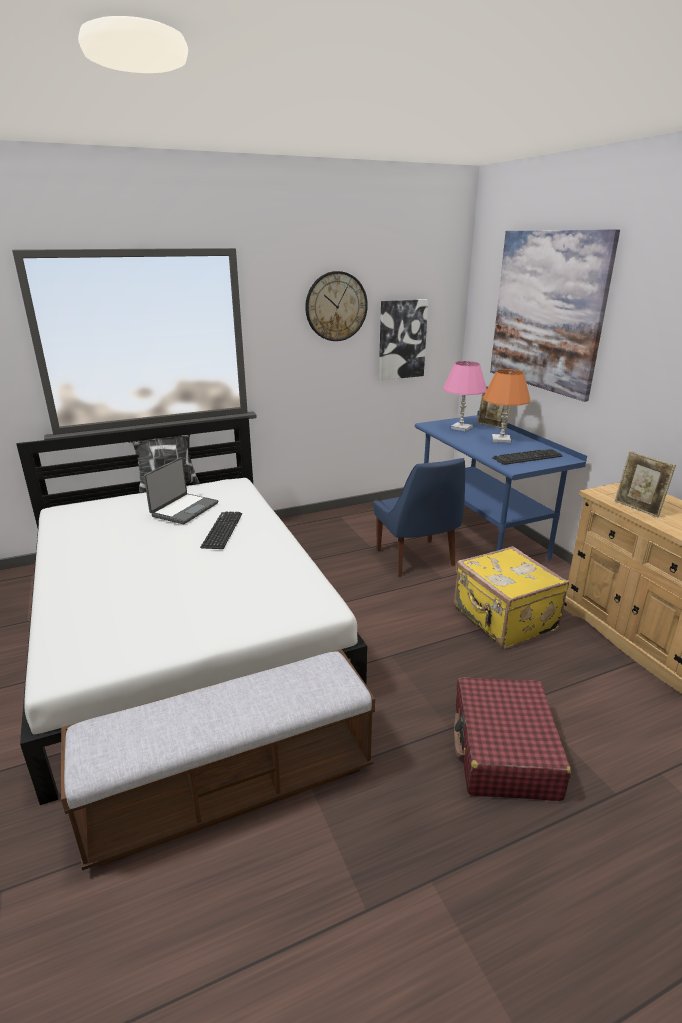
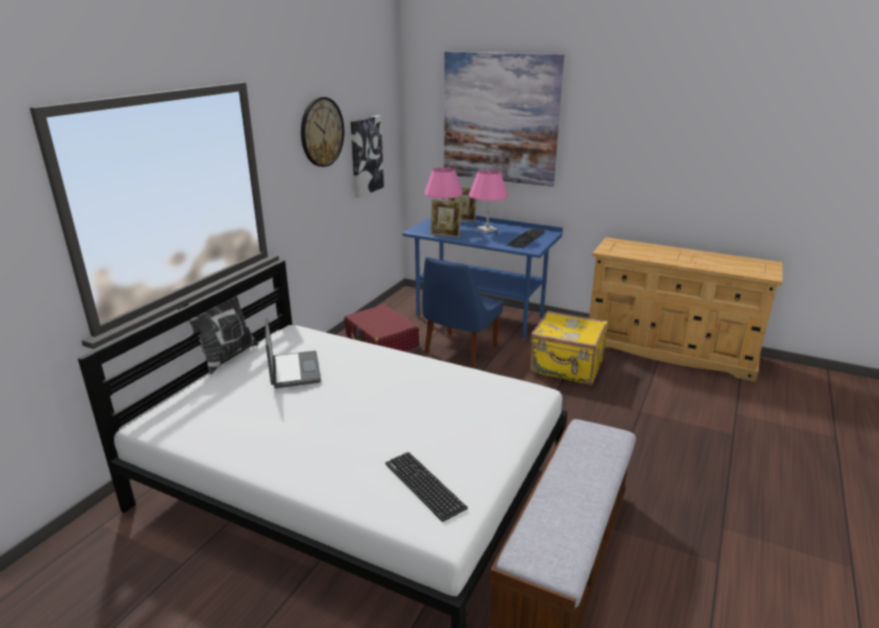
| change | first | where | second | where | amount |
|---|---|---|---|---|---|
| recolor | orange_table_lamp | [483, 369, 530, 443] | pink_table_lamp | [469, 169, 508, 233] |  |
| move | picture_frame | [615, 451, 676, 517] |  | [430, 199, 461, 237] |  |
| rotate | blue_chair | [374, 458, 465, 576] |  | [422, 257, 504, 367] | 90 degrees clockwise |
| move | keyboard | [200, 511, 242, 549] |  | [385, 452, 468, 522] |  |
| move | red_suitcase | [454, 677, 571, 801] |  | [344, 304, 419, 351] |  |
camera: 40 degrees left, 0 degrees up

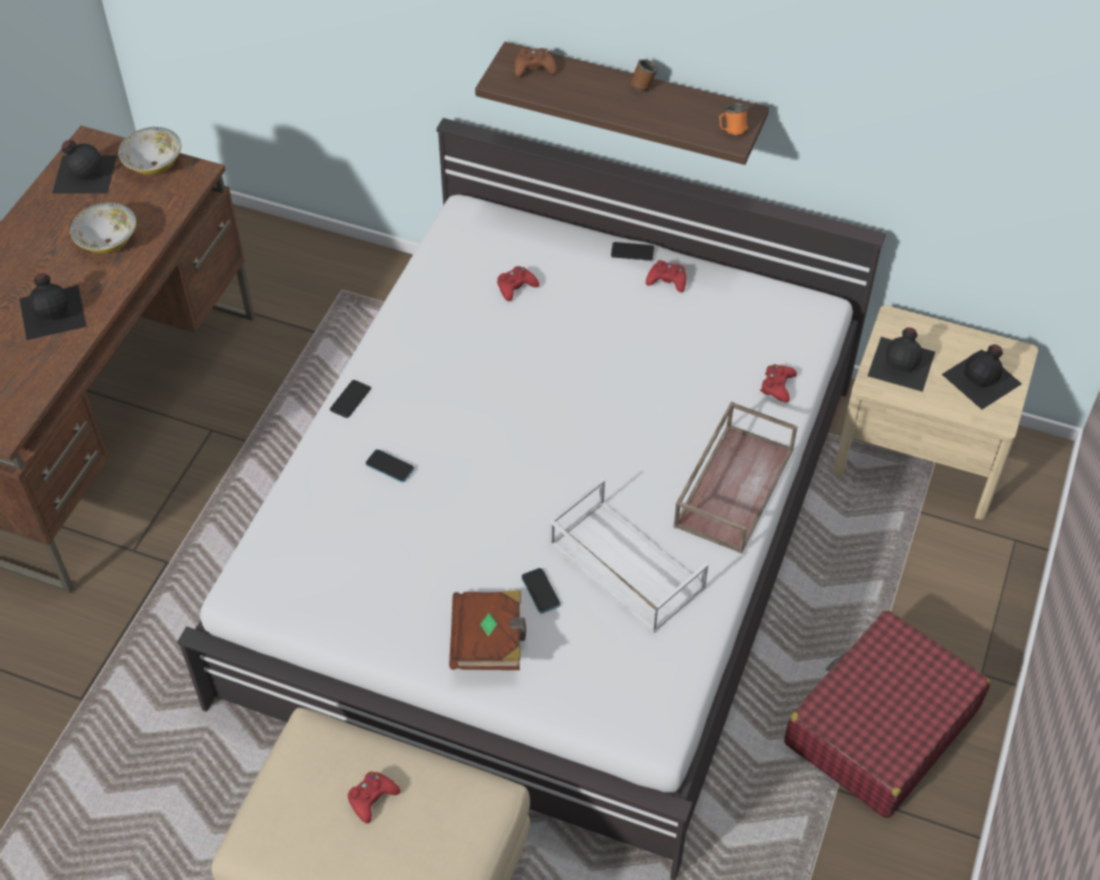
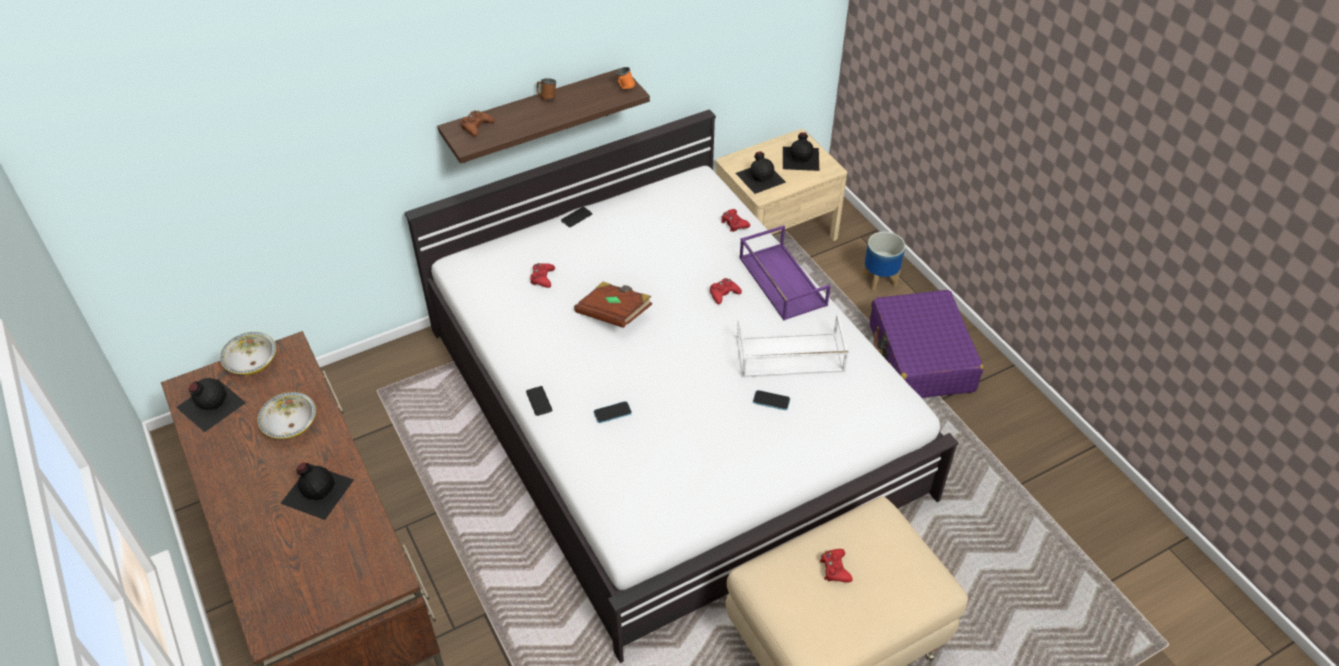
| change | first | where | second | where | amount |
|---|---|---|---|---|---|
| move | red_game_controller | [646, 260, 686, 292] |  | [710, 278, 742, 304] |  |
| recolor | brown_tray | [673, 401, 798, 554] | purple_tray | [739, 225, 831, 320] |  |
| move | brown_book | [449, 590, 526, 670] |  | [574, 282, 652, 328] |  |
| recolor | red_suitcase | [784, 610, 991, 818] | purple_suitcase | [870, 290, 984, 398] |  |
| insert |  |  | planter | [863, 232, 905, 291] |  |
camera: 50 degrees left, 5 degrees down

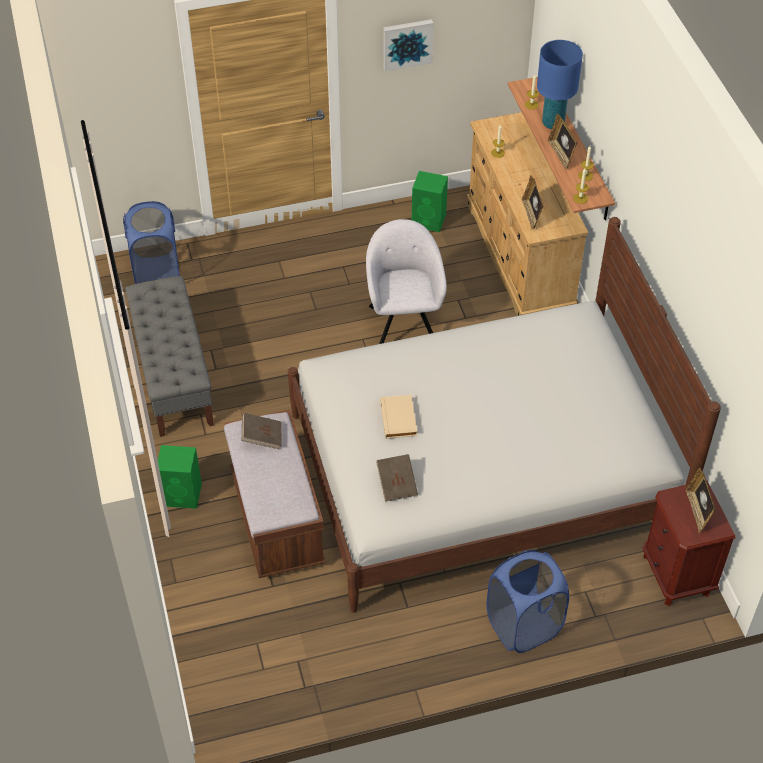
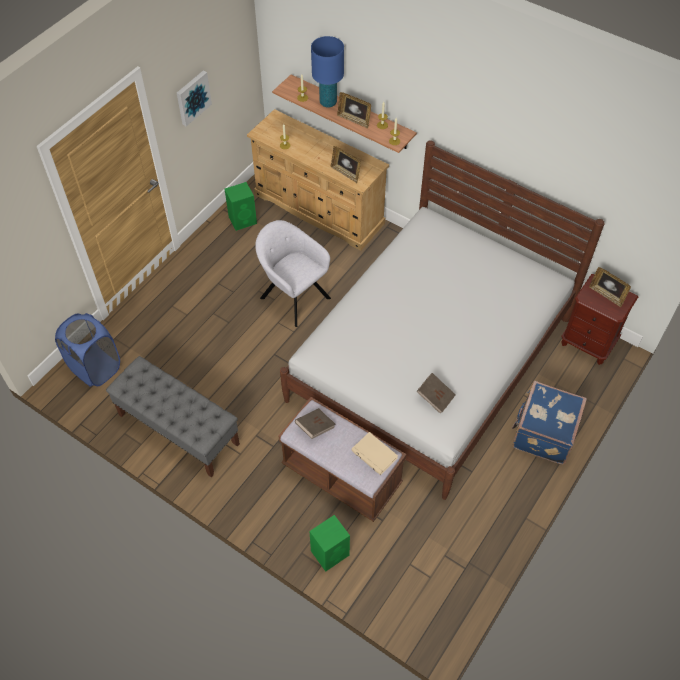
| change | first | where | second | where | amount |
|---|---|---|---|---|---|
| move | beige_book | [380, 395, 417, 439] |  | [351, 432, 398, 475] |  |
| move | green_speaker | [158, 445, 202, 509] |  | [310, 515, 350, 572] |  |
| replace | blue_laundry_basket | [486, 550, 569, 653] | blue_suitcase | [512, 381, 587, 465] |  |
camera: 40 degrees left, 5 degrees up

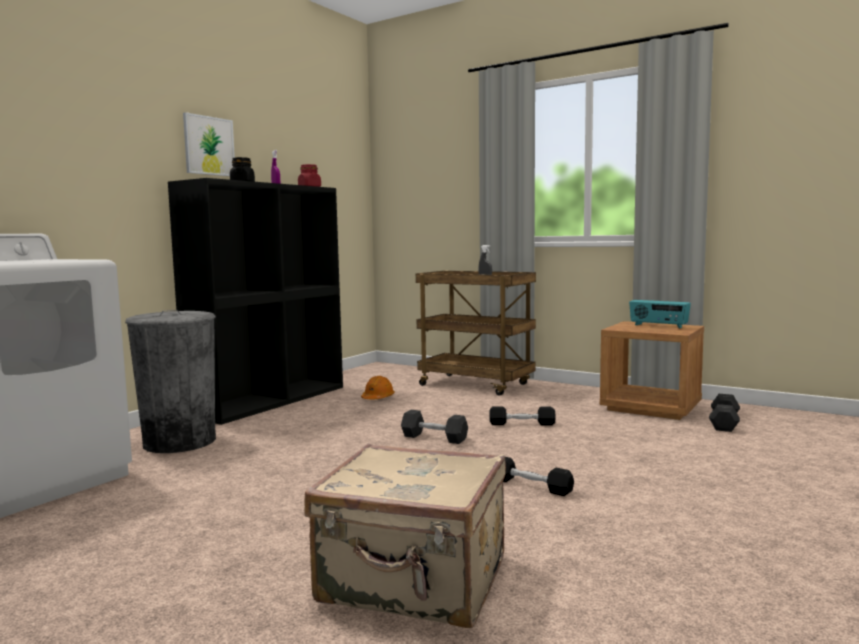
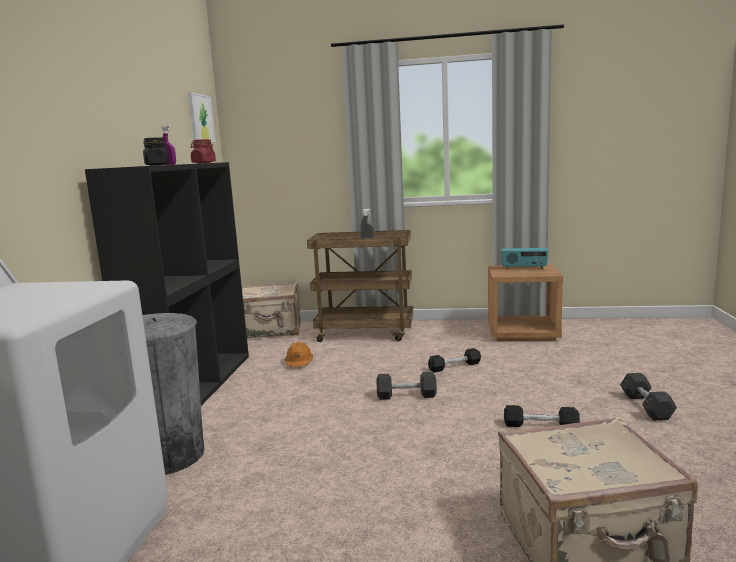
| change | first | where | second | where | amount |
|---|---|---|---|---|---|
| move | picture | [183, 112, 235, 176] |  | [188, 92, 216, 143] |  |
| move | grey_dumbbell | [709, 394, 740, 432] |  | [620, 373, 677, 420] |  |
| insert |  |  | beige_suitcase | [242, 282, 301, 338] |  |
camera: 25 degrees left, 5 degrees up

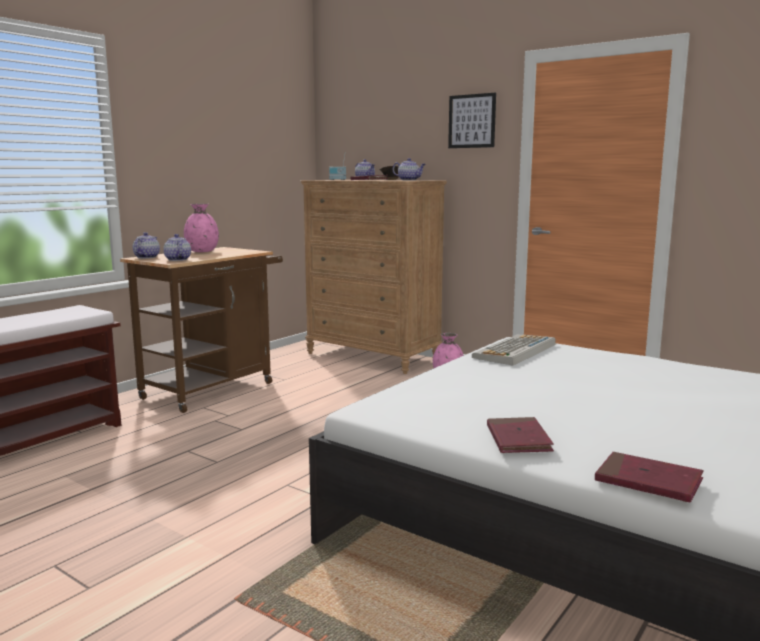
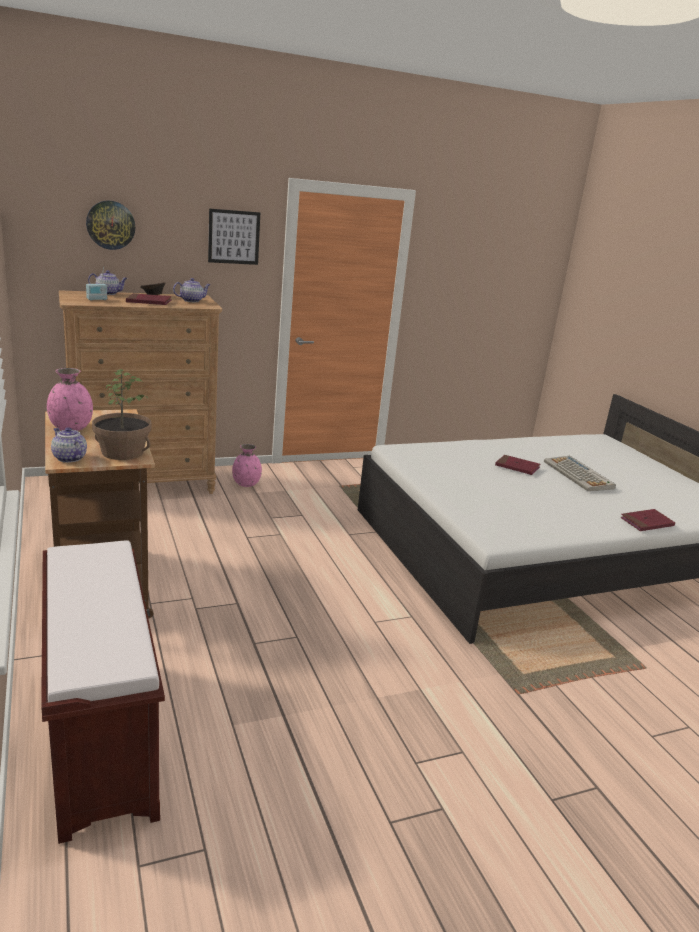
| change | first | where | second | where | amount |
|---|---|---|---|---|---|
| replace | teapot | [163, 234, 191, 261] | potted_plant | [92, 369, 152, 460] |  |
| move | keyboard | [472, 334, 556, 366] |  | [544, 456, 616, 491] |  |
| move | red_book | [487, 417, 554, 453] |  | [495, 455, 540, 475] |  |
| insert |  |  | wall_clock | [86, 200, 135, 250] |  |
camera: 60 degrees left, 10 degrees up

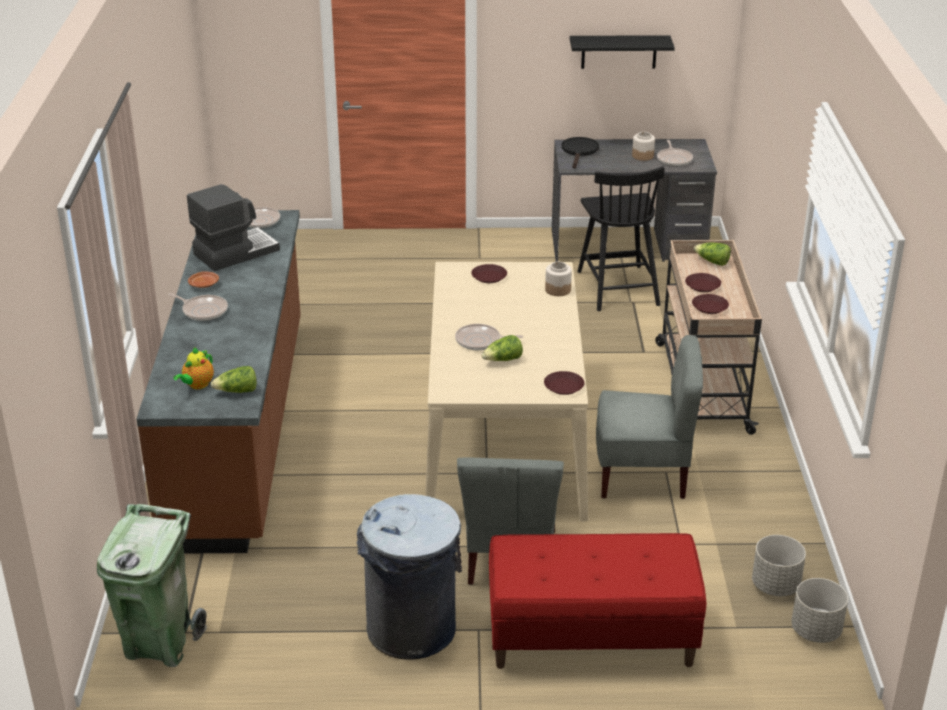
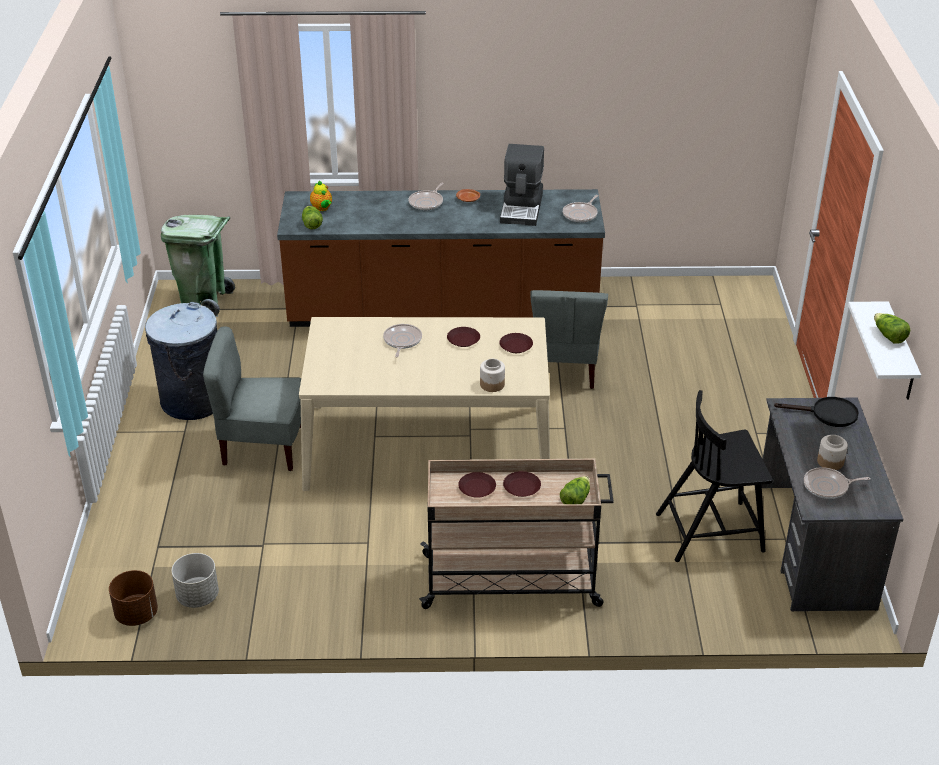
| change | first | where | second | where | amount |
|---|---|---|---|---|---|
| recolor | black_shelf | [570, 35, 675, 69] | white_shelf | [848, 301, 921, 400] |  |
| rotate | coffee_machine | [187, 184, 280, 271] |  | [500, 144, 544, 226] | 45 degrees clockwise |
| move | lettuce | [481, 335, 523, 361] |  | [874, 313, 910, 344] |  |
| move | grey_chair | [596, 335, 703, 499] |  | [531, 290, 608, 389] |  |
| rotate | teapot | [173, 347, 214, 389] |  | [310, 181, 332, 211] | 150 degrees counterclockwise |
| move | brown_plate | [544, 371, 585, 395] |  | [447, 327, 480, 347] |  |
| delete | red_bench | [489, 533, 706, 669] |  |  |  |
| recolor | grey_planter | [791, 578, 848, 643] | brown_planter | [109, 570, 158, 626] |  |
camera: 90 degrees right, 5 degrees up

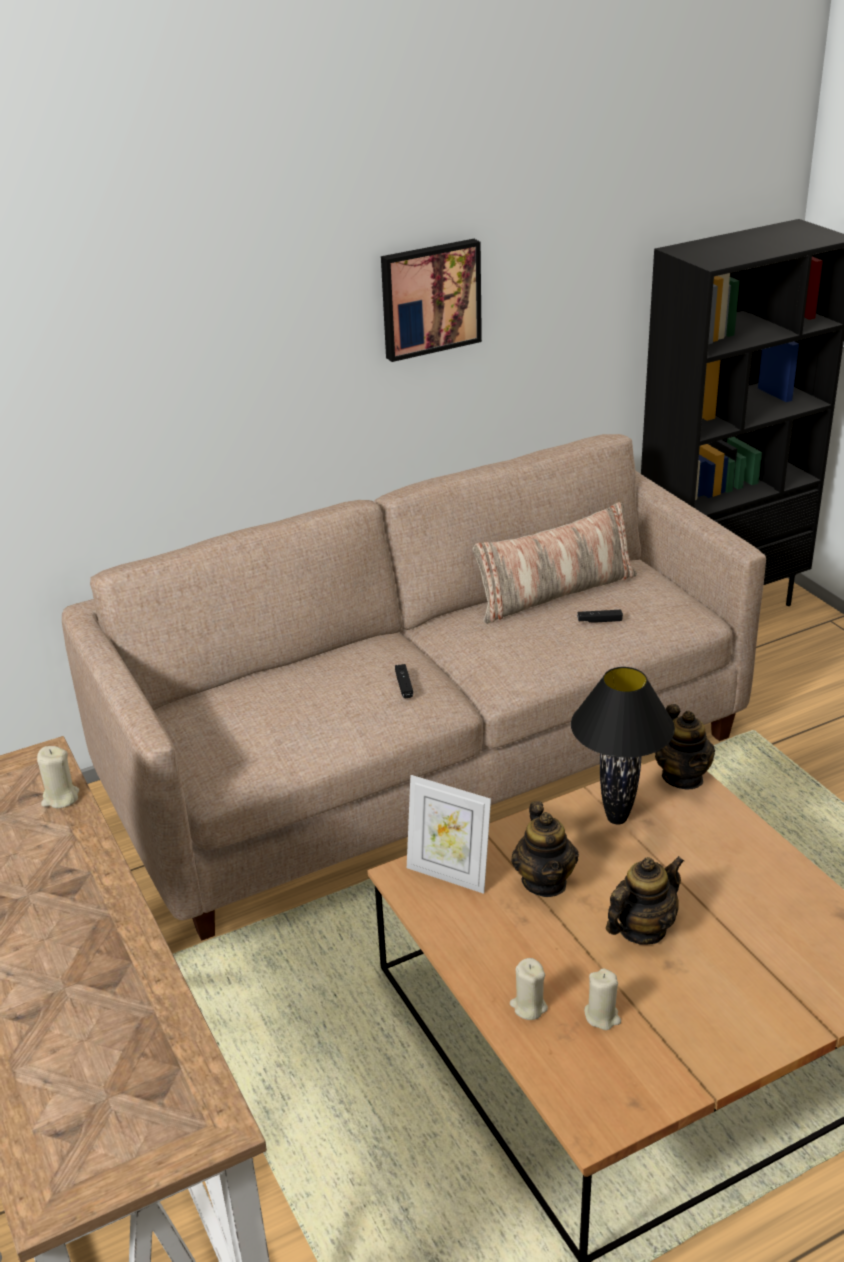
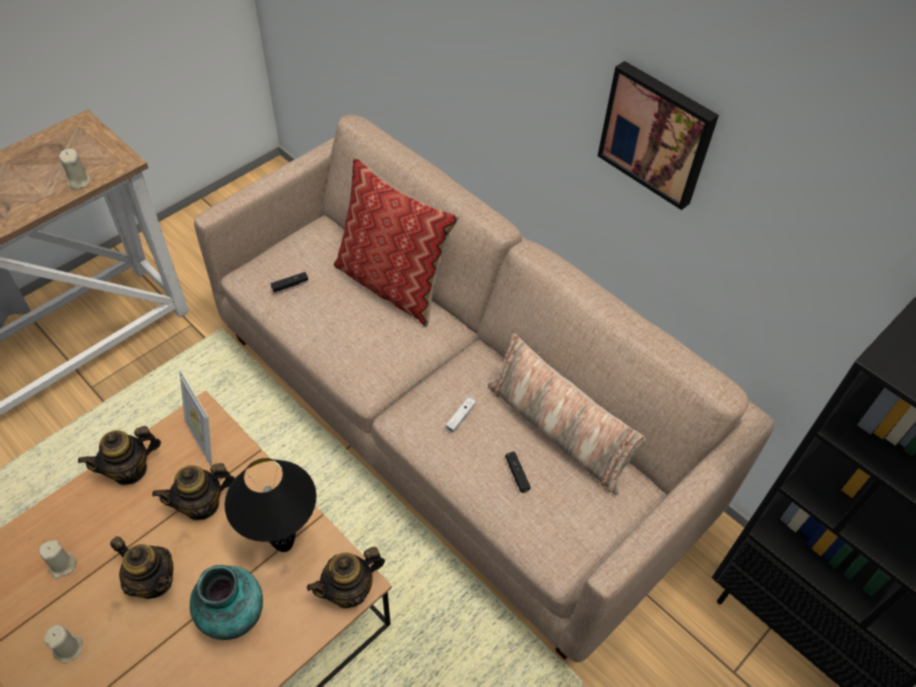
| change | first | where | second | where | amount |
|---|---|---|---|---|---|
| move | black_game_controller | [395, 664, 413, 698] |  | [271, 272, 308, 292] |  |
| rotate | picture_frame | [407, 775, 491, 894] |  | [179, 370, 212, 466] | 45 degrees counterclockwise |
| move | beige_candle | [510, 958, 548, 1020] |  | [43, 624, 83, 664] |  |
| insert |  |  | pillow | [333, 156, 459, 326] |  |
| insert |  |  | white_game_controller | [446, 397, 476, 433] |  |
| insert |  |  | teapot | [78, 426, 161, 485] |  |
| insert |  |  | vase | [190, 565, 263, 640] |  |
camera: 70 degrees right, 20 degrees up

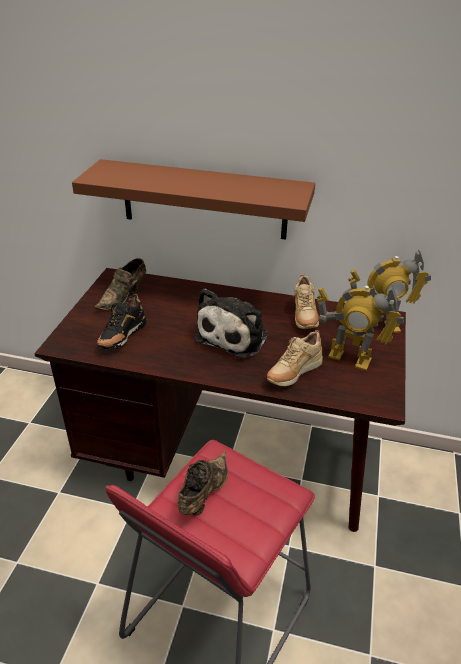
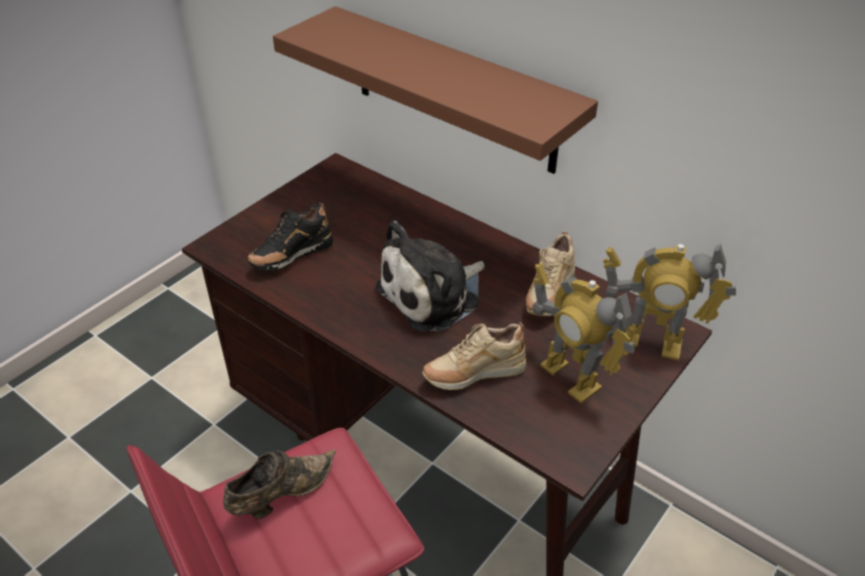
| change | first | where | second | where | amount |
|---|---|---|---|---|---|
| delete | brown_shoe | [95, 258, 146, 310] |  |  |  |
camera: 25 degrees right, 5 degrees up

